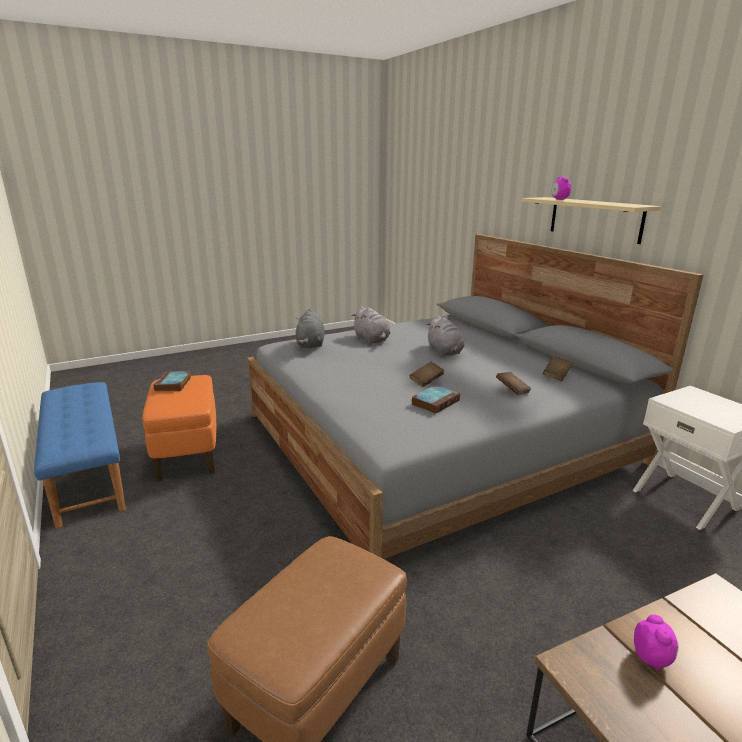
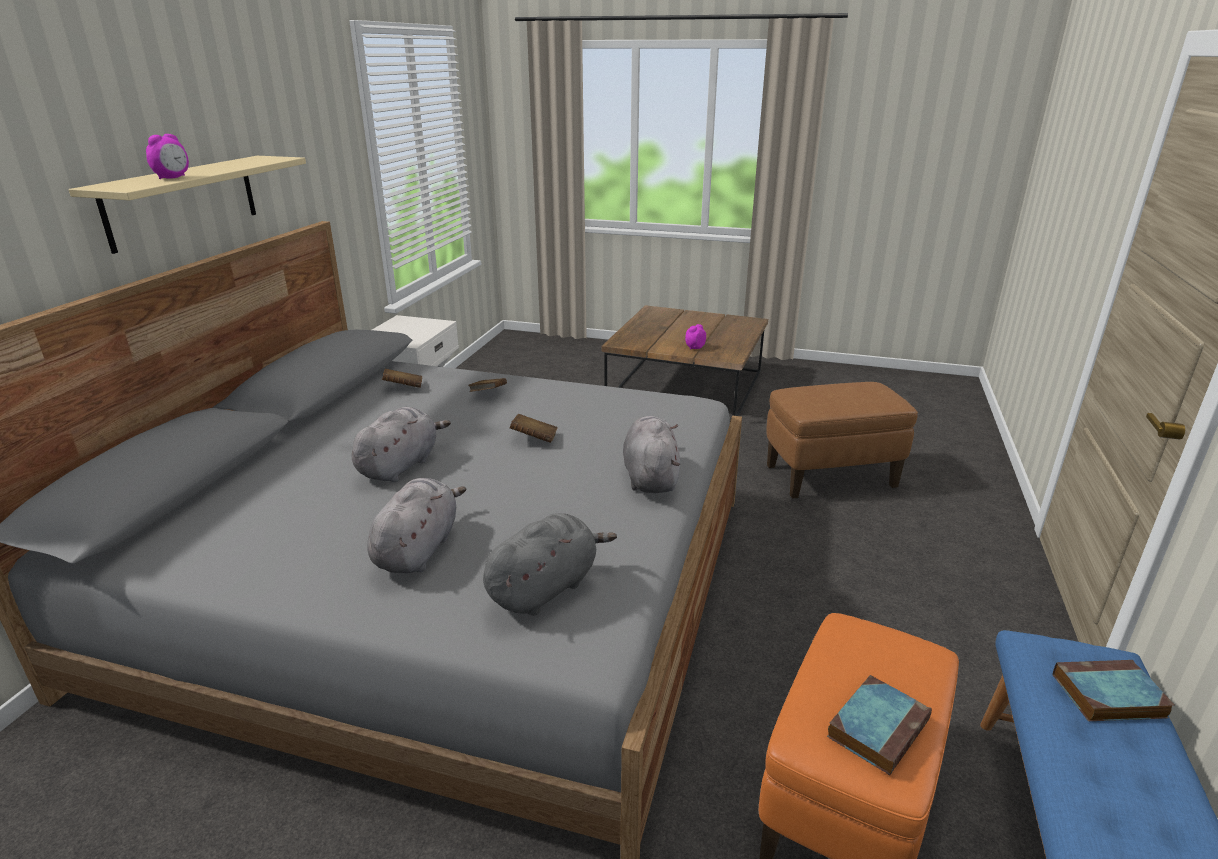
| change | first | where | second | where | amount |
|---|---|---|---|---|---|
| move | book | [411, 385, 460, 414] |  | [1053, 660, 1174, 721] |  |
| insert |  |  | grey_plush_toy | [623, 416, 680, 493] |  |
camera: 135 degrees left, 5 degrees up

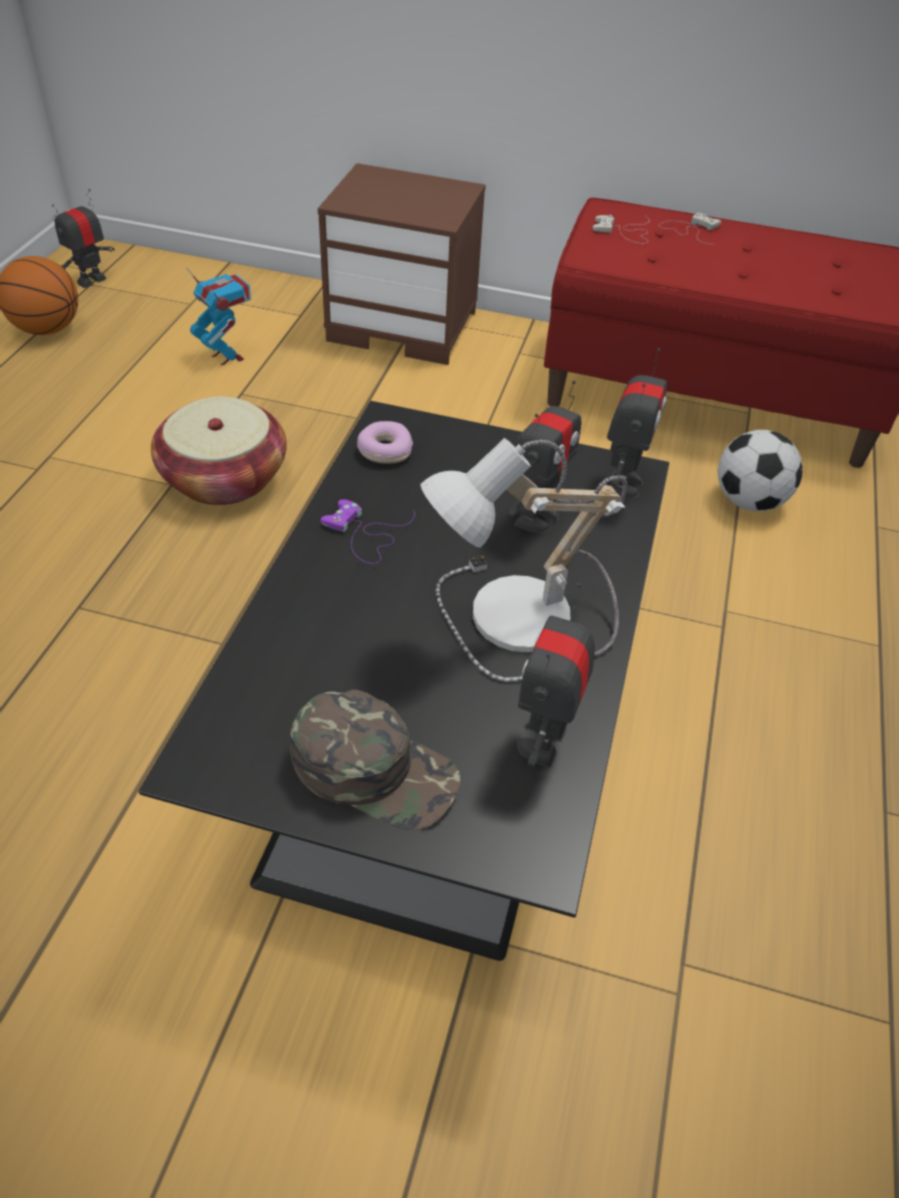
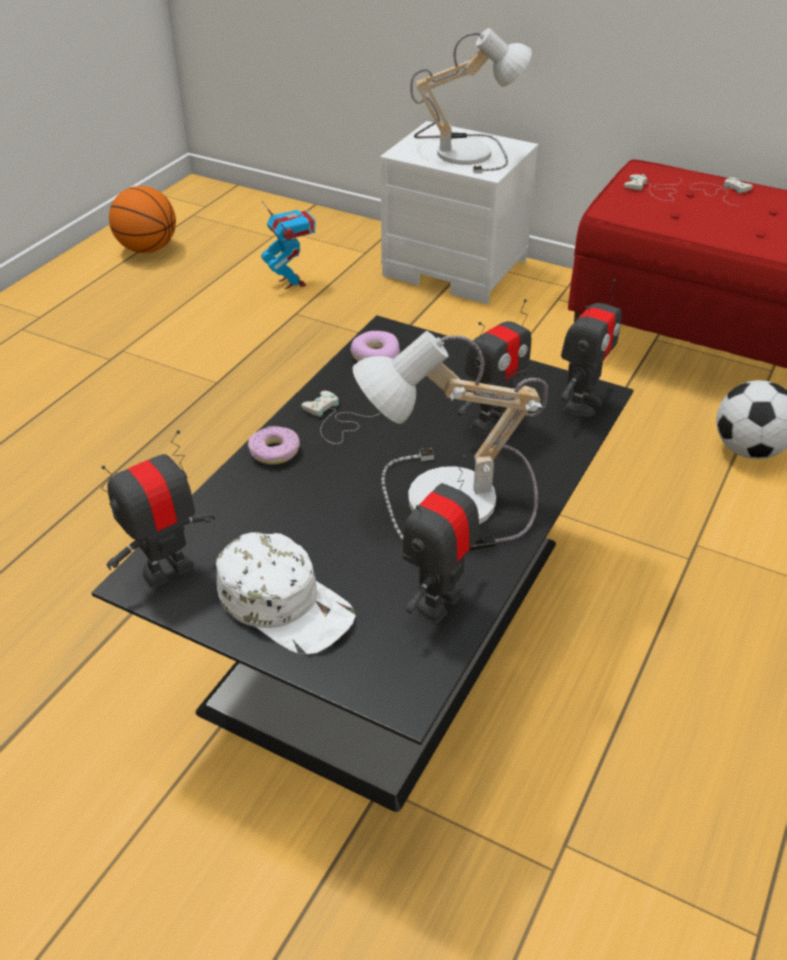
| change | first | where | second | where | amount |
|---|---|---|---|---|---|
| recolor | brown_nightstand | [318, 163, 486, 365] | white_nightstand | [380, 121, 539, 304] |  |
| move | toy_robot | [52, 189, 115, 288] |  | [101, 430, 215, 588] |  |
| delete | basket | [151, 396, 287, 505] |  |  |  |
| recolor | purple_game_controller | [321, 499, 415, 564] | white_game_controller | [301, 391, 381, 444] |  |
| recolor | green_cap | [290, 690, 460, 830] | white_cap | [216, 532, 356, 655] |  |
| insert |  |  | table_lamp | [410, 28, 532, 173] |  |
| insert |  |  | donut | [248, 426, 300, 464] |  |
camera: 15 degrees right, 5 degrees down

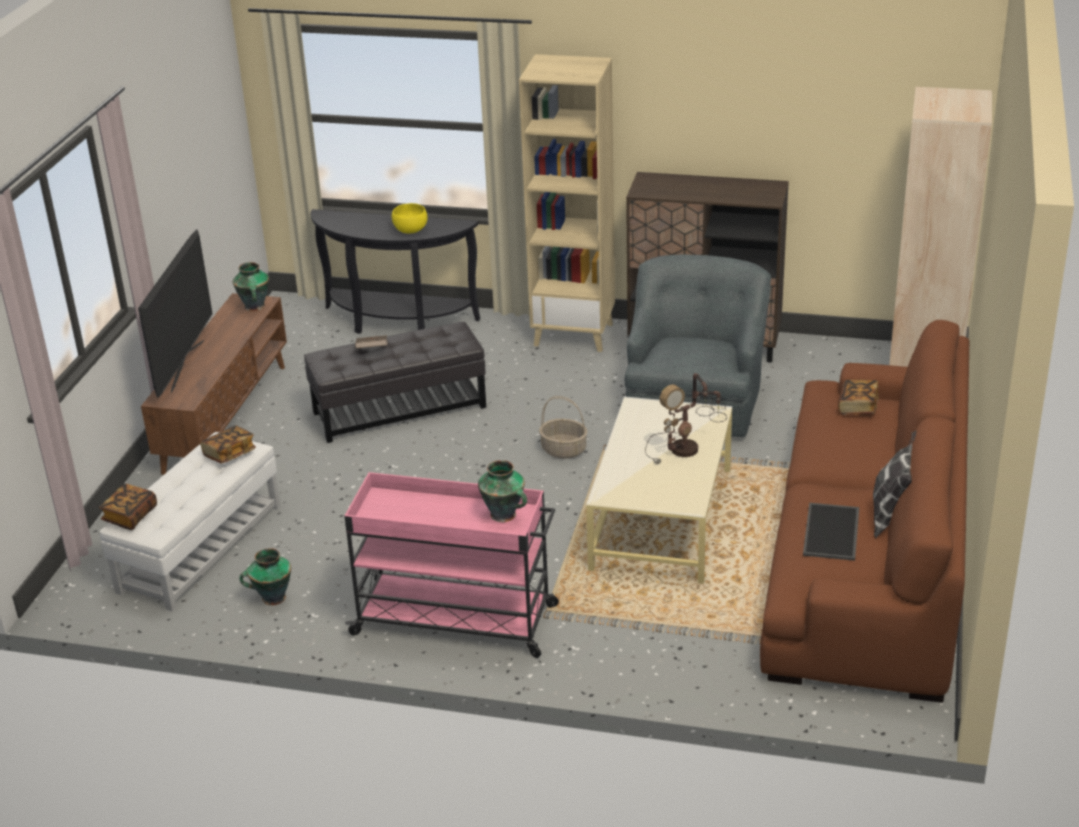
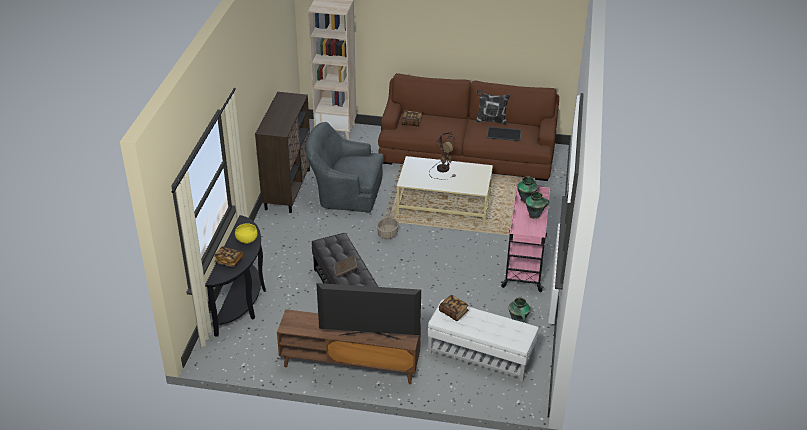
| change | first | where | second | where | amount |
|---|---|---|---|---|---|
| delete | beige_bookcase | [519, 54, 615, 352] |  |  |  |
| move | vase | [232, 262, 269, 311] |  | [526, 192, 549, 219] |  |
| move | book | [99, 484, 157, 530] |  | [214, 247, 243, 267] |  |
camera: 95 degrees left, 5 degrees up

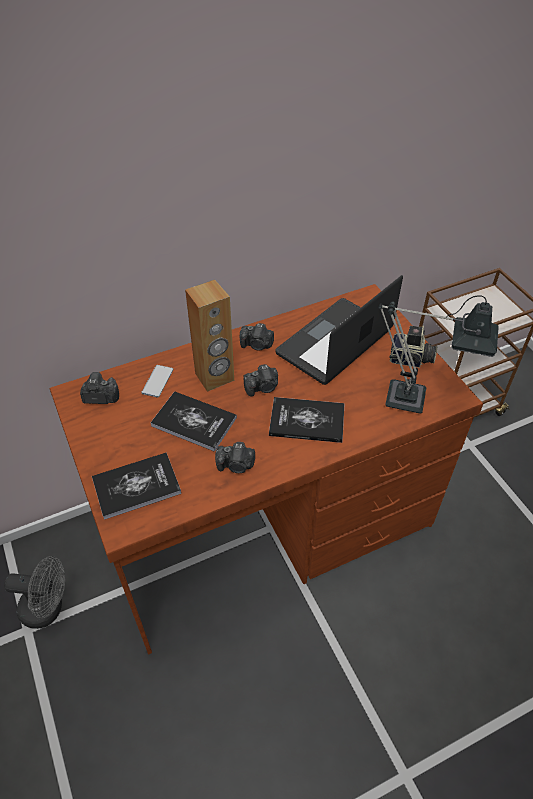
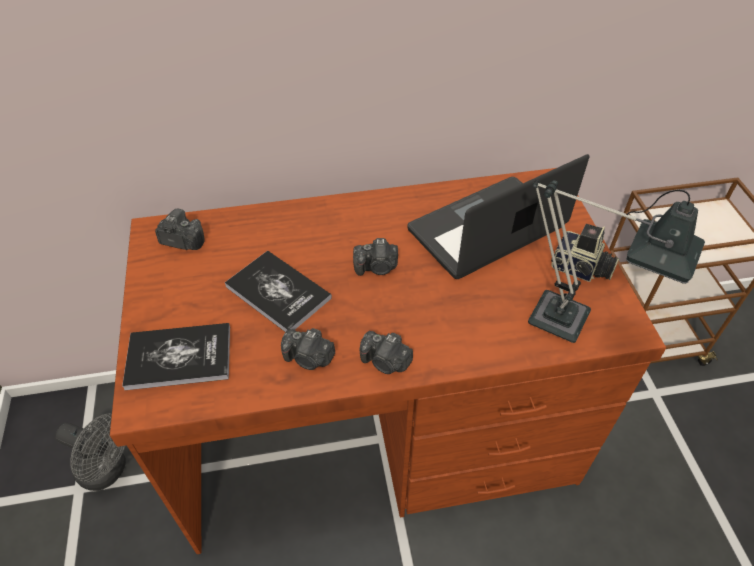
| change | first | where | second | where | amount |
|---|---|---|---|---|---|
| delete | brown_speaker | [185, 279, 234, 392] |  |  |  |
| move | photo_camera | [240, 323, 274, 351] |  | [360, 331, 413, 374] |  |
| delete | phone | [141, 365, 173, 397] |  |  |  |
| delete | book | [269, 397, 345, 443] |  |  |  |
camera: 15 degrees right, 0 degrees up

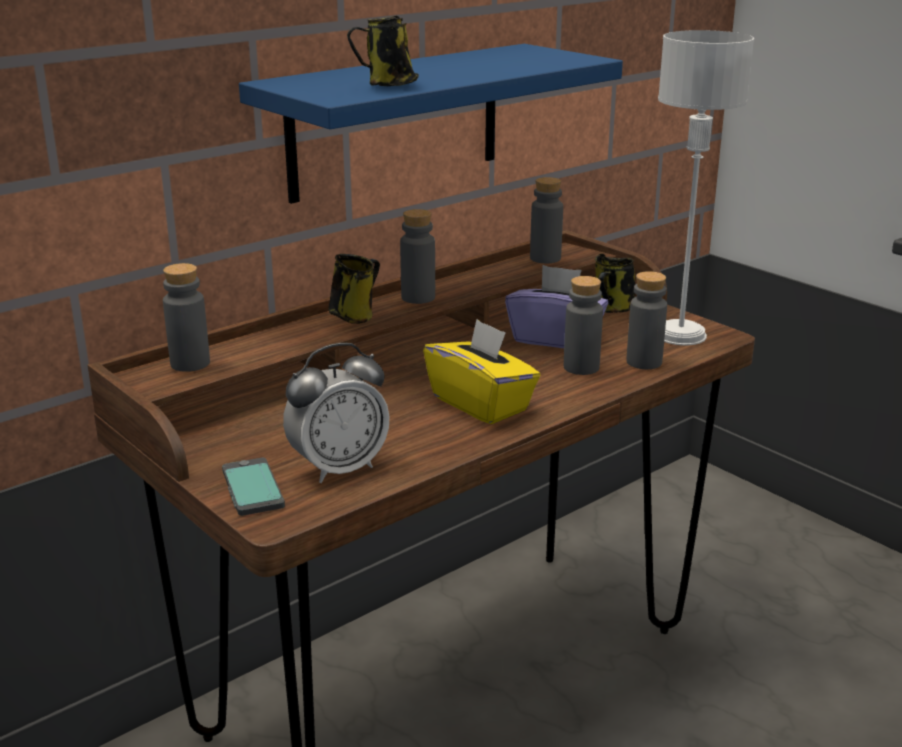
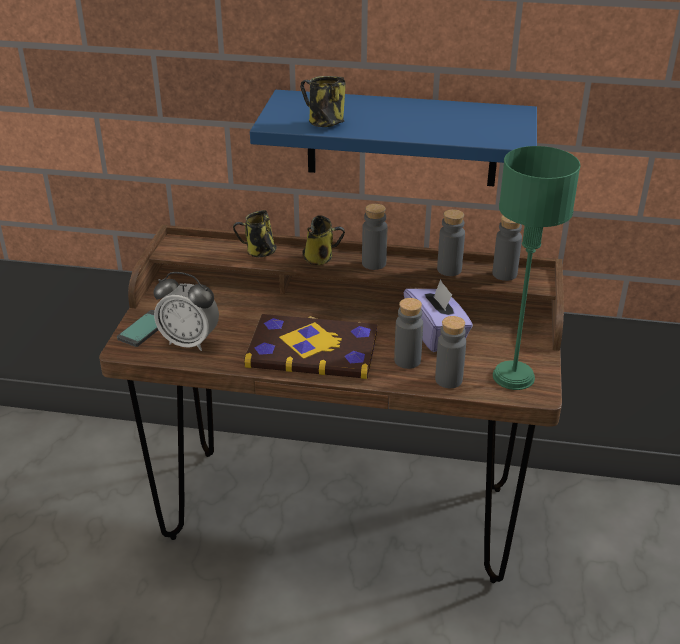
| change | first | where | second | where | amount |
|---|---|---|---|---|---|
| recolor | white_table_lamp | [658, 30, 754, 345] | green_table_lamp | [493, 146, 581, 390] |  |
| move | mug | [595, 254, 635, 313] |  | [233, 210, 277, 257] |  |
| move | grey_bottle | [163, 263, 210, 372] |  | [437, 209, 465, 276] |  |
| replace | yellow_tissue_box | [423, 319, 541, 424] | book | [244, 314, 378, 379] |  |
camera: 50 degrees right, 10 degrees up

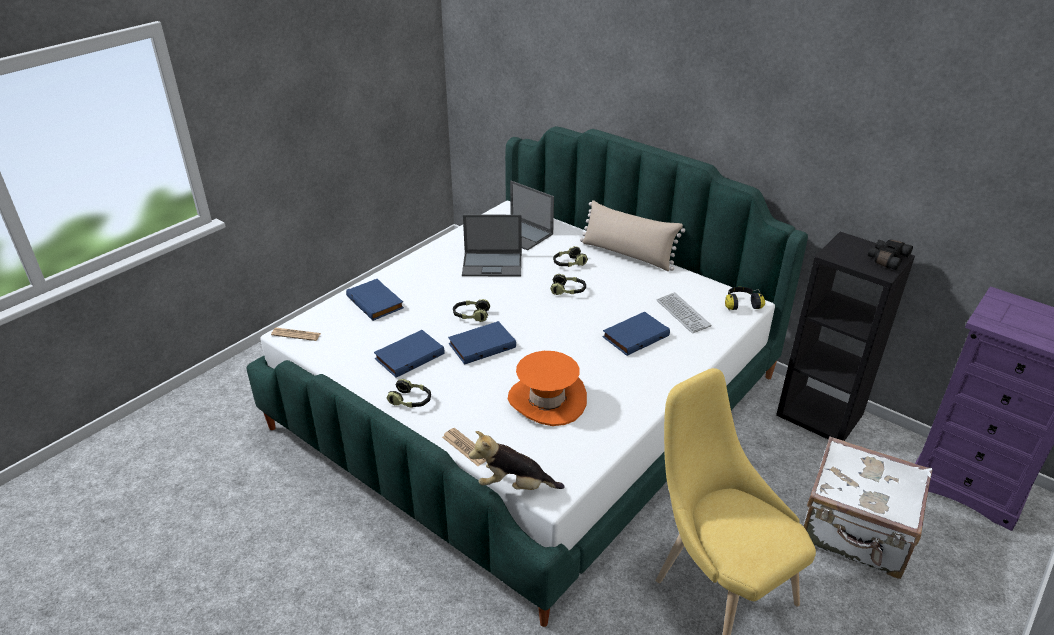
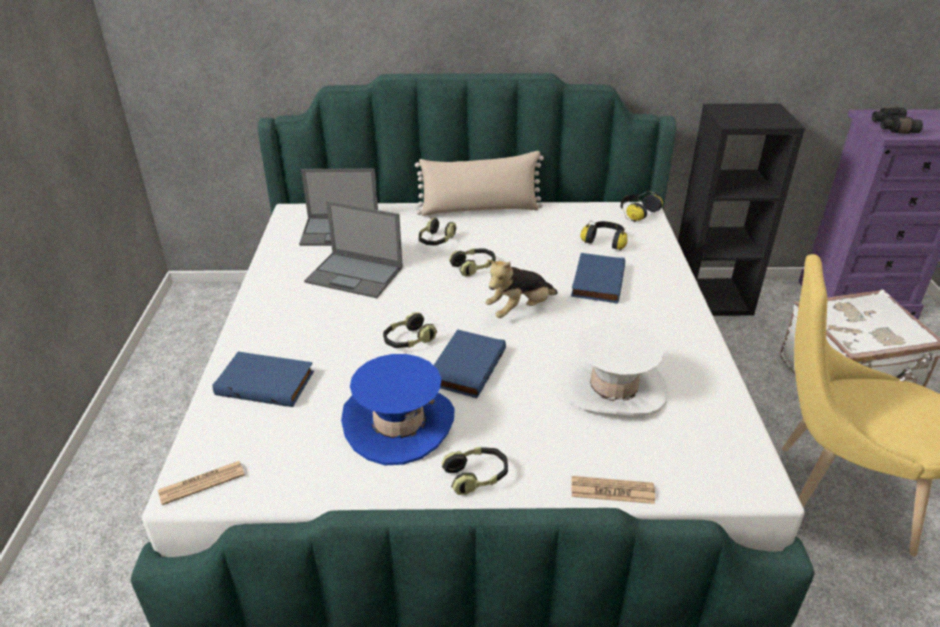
| change | first | where | second | where | amount |
|---|---|---|---|---|---|
| rotate | laptop | [462, 215, 522, 276] |  | [304, 201, 403, 298] | 60 degrees clockwise |
| move | black_binoculars | [868, 239, 913, 270] |  | [872, 107, 923, 134] |  |
| replace | keyboard | [657, 292, 712, 333] | headphones | [580, 221, 628, 250] |  |
| replace | blue_book | [374, 330, 445, 378] | blue_hat | [341, 354, 454, 465] |  |
| recolor | orange_hat | [508, 351, 587, 426] | white_hat | [561, 322, 668, 416] |  |
| move | plush_toy | [469, 431, 564, 490] |  | [485, 260, 558, 318] |  |
camera: 40 degrees left, 0 degrees up

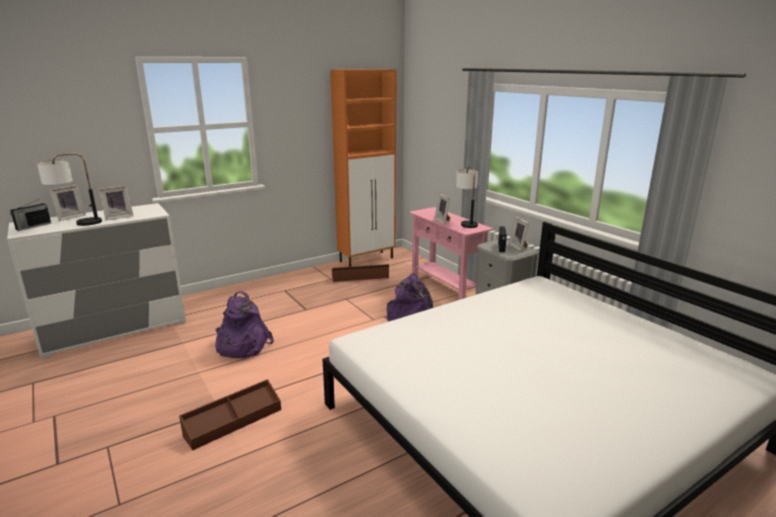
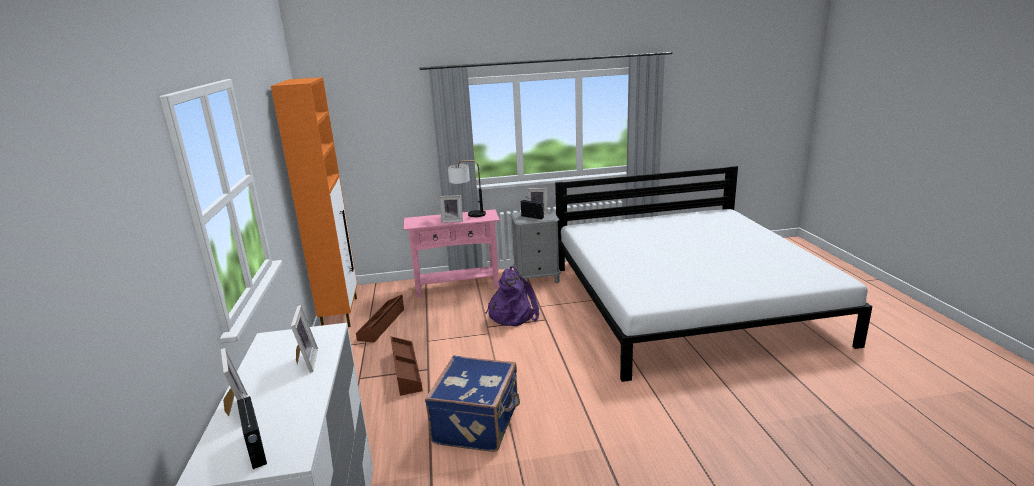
| change | first | where | second | where | amount |
|---|---|---|---|---|---|
| delete | table_lamp | [37, 153, 102, 226] |  |  |  |
| replace | purple_backpack | [215, 291, 274, 358] | blue_suitcase | [425, 356, 520, 452] |  |
| move | brown_storage_box | [179, 379, 281, 450] |  | [391, 336, 423, 396] |  |
camera: 65 degrees left, 0 degrees up

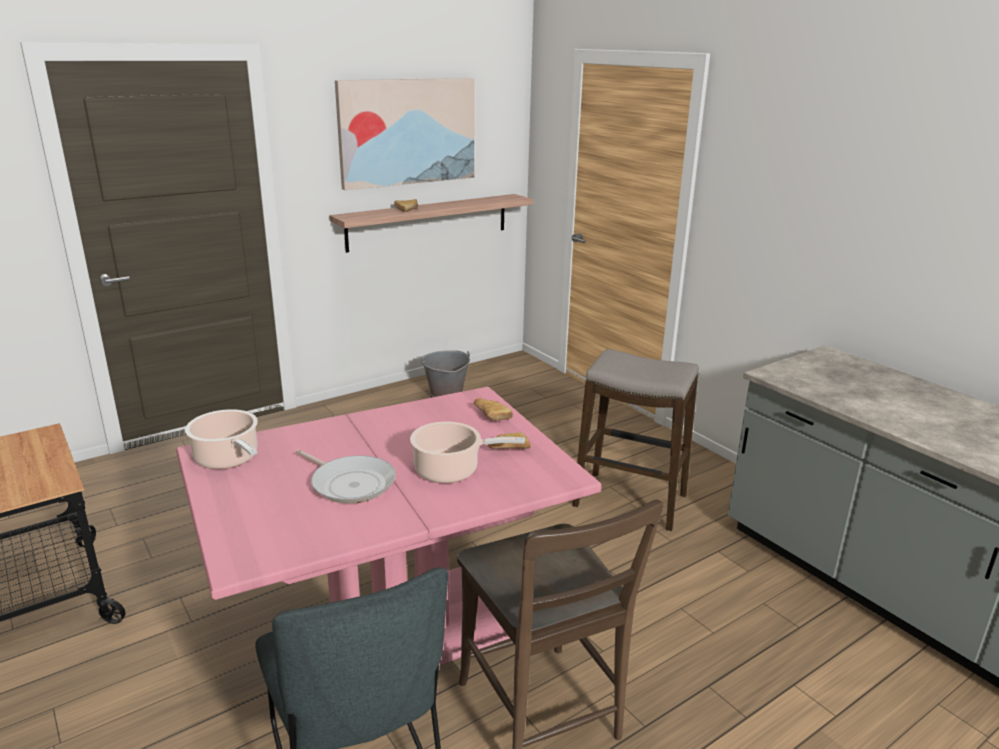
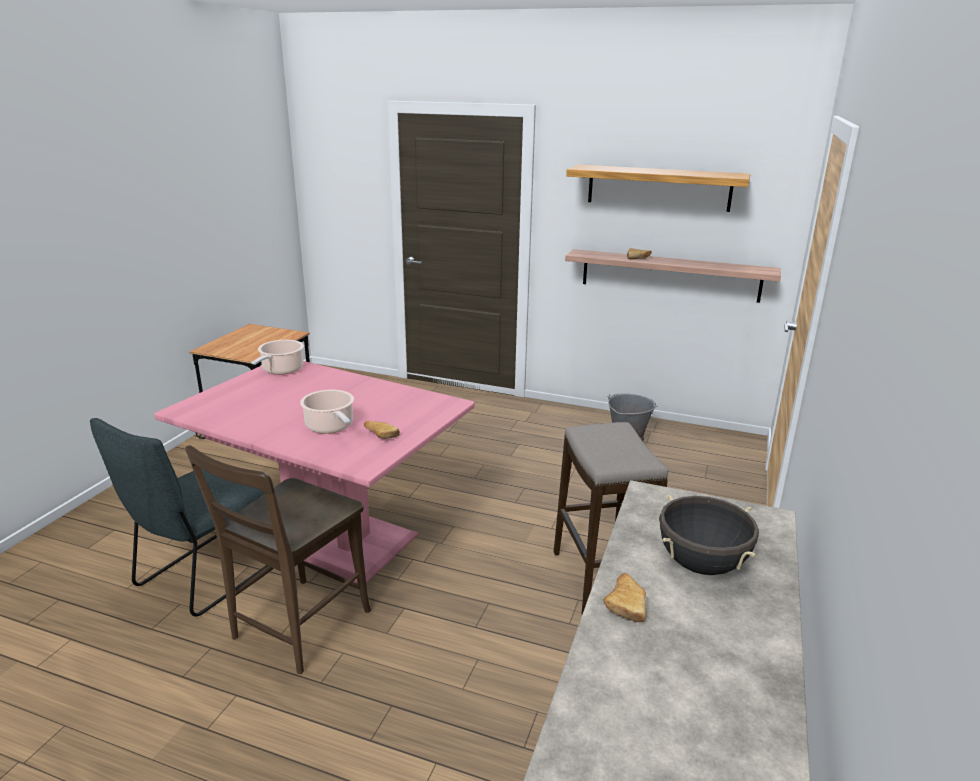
| change | first | where | second | where | amount |
|---|---|---|---|---|---|
| replace | picture | [335, 78, 475, 190] | shelf | [566, 165, 751, 212] |  |
| move | bread | [474, 399, 513, 420] |  | [603, 573, 647, 622] |  |
| delete | frying_pan | [296, 450, 396, 504] |  |  |  |
| insert |  |  | black_cooking_pot | [659, 494, 759, 575] |  |
camera: 55 degrees right, 0 degrees up

